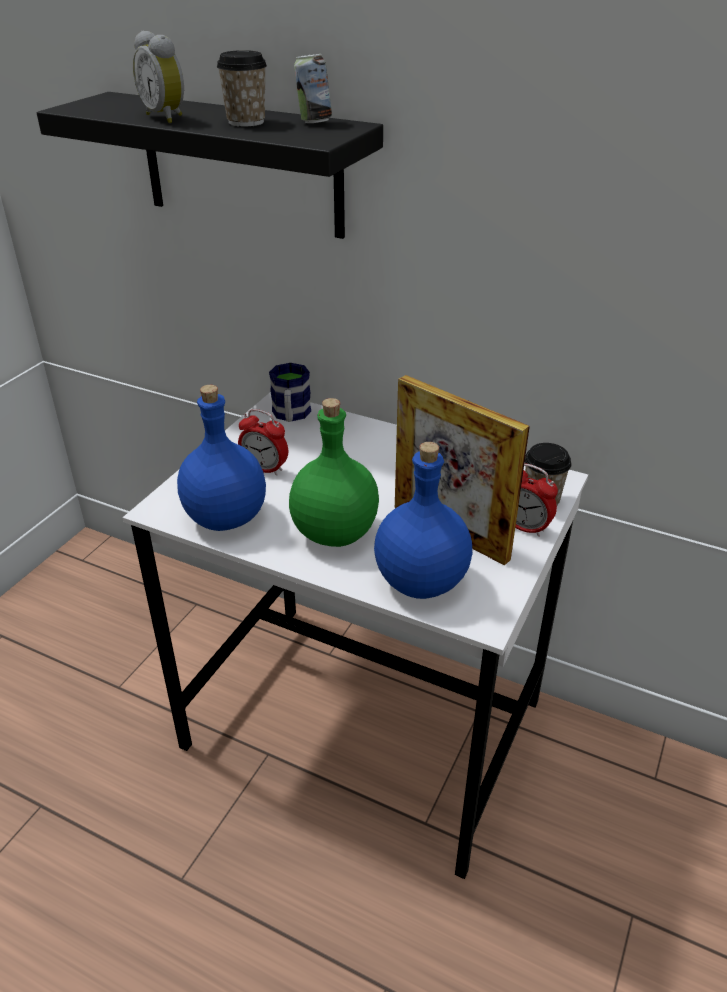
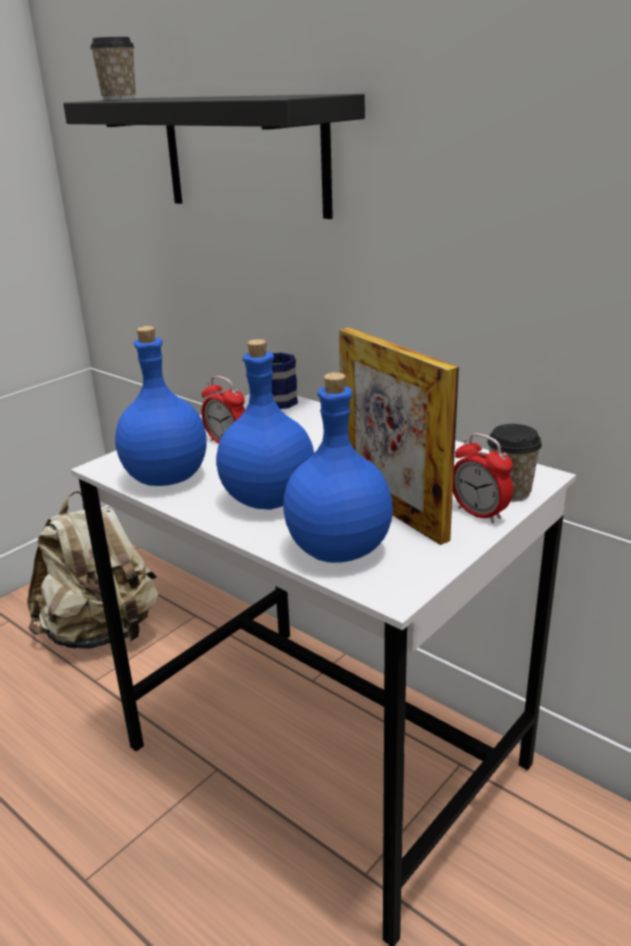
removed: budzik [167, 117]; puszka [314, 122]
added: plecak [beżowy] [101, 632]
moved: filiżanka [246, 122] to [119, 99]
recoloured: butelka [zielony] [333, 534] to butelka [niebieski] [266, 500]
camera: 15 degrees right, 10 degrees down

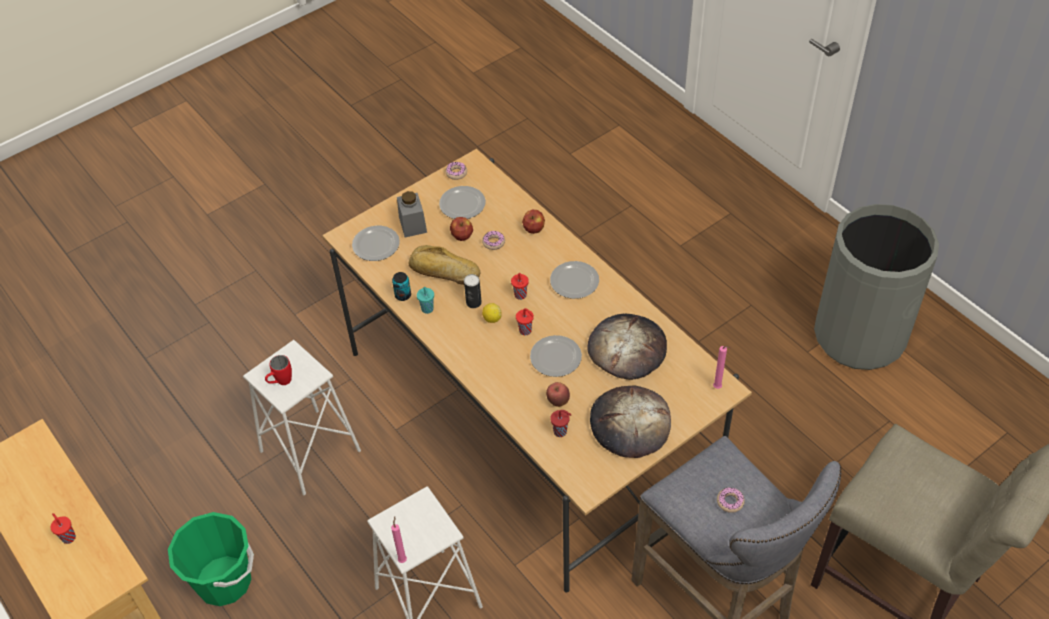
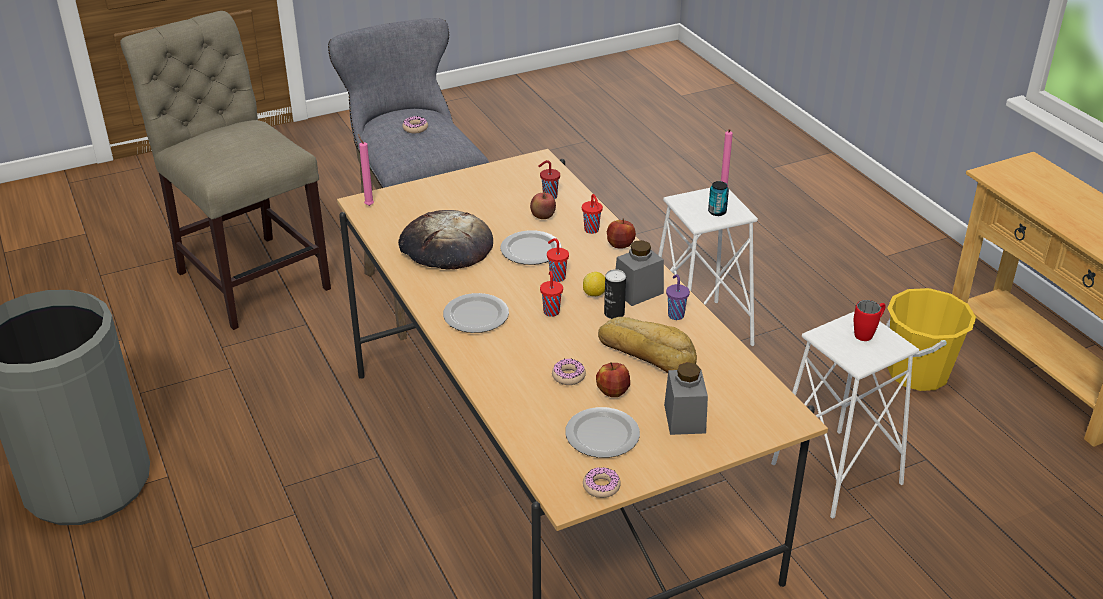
removed: talerz [375, 245]; chleb [630, 424]
added: słoik [szary] [638, 292]
moved: filiżanka [czerwony] [68, 537] to [592, 230]; jabłko [534, 228] to [620, 245]; puszka [403, 295] to [717, 212]
recoloured: filiżanka [turkusowy] [427, 309] to filiżanka [fioletowy] [675, 315]; wiadro [zielony] [224, 581] to wiadro [żółty] [917, 373]
camera: 170 degrees left, 15 degrees down

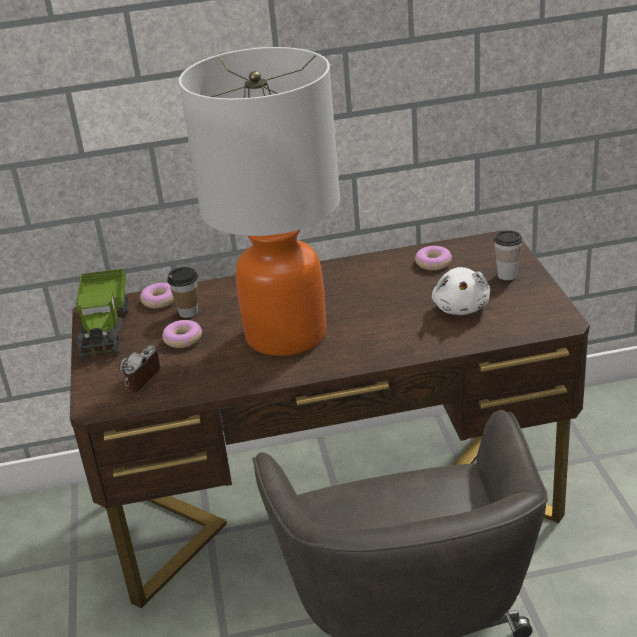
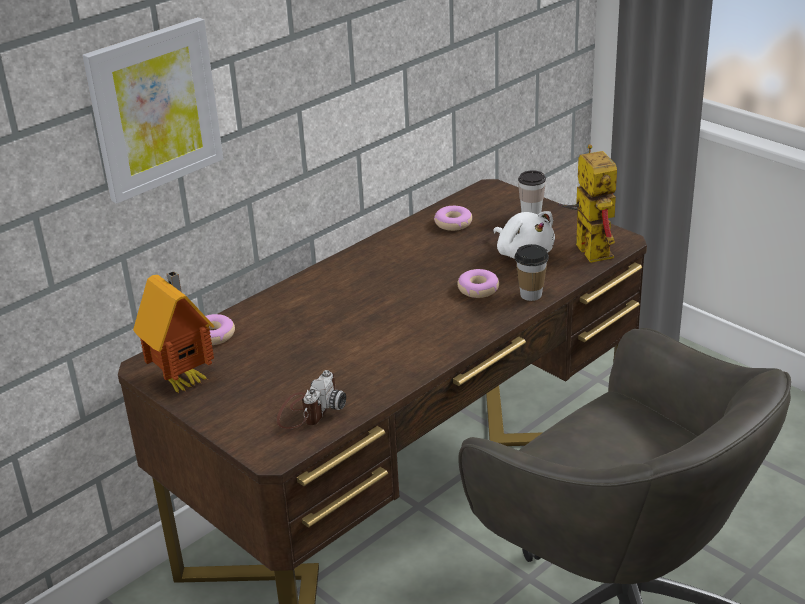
removed: lampa stołowa [285, 334]
added: obraz [154, 108]; robot zabawkowy [586, 248]
moved: donut [183, 339] to [478, 289]; filiżanka [188, 312] to [531, 295]
replaced: ciężarówka zabawkowa [106, 328] to domek [185, 380]
turned: aparat fotograficzny [154, 382] = [308, 410] 150 degrees counterclockwise
camera: 35 degrees left, 0 degrees up

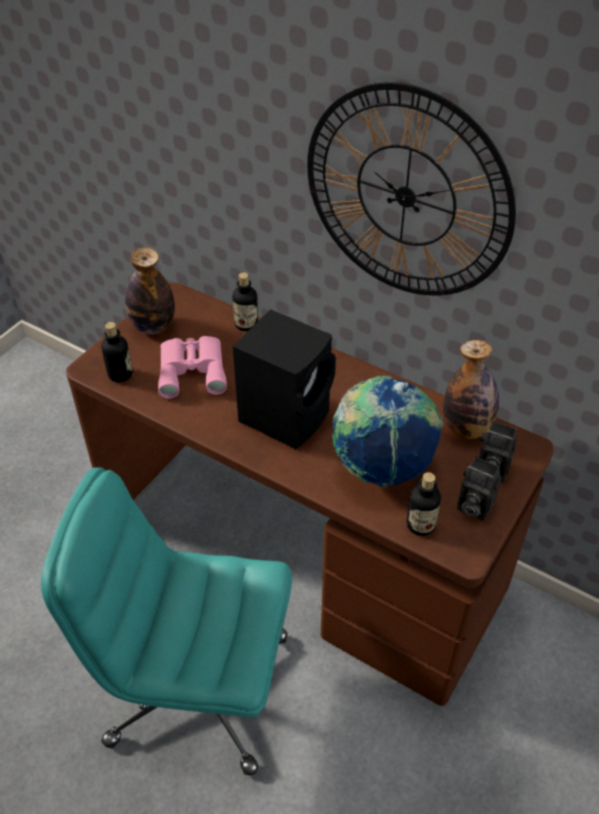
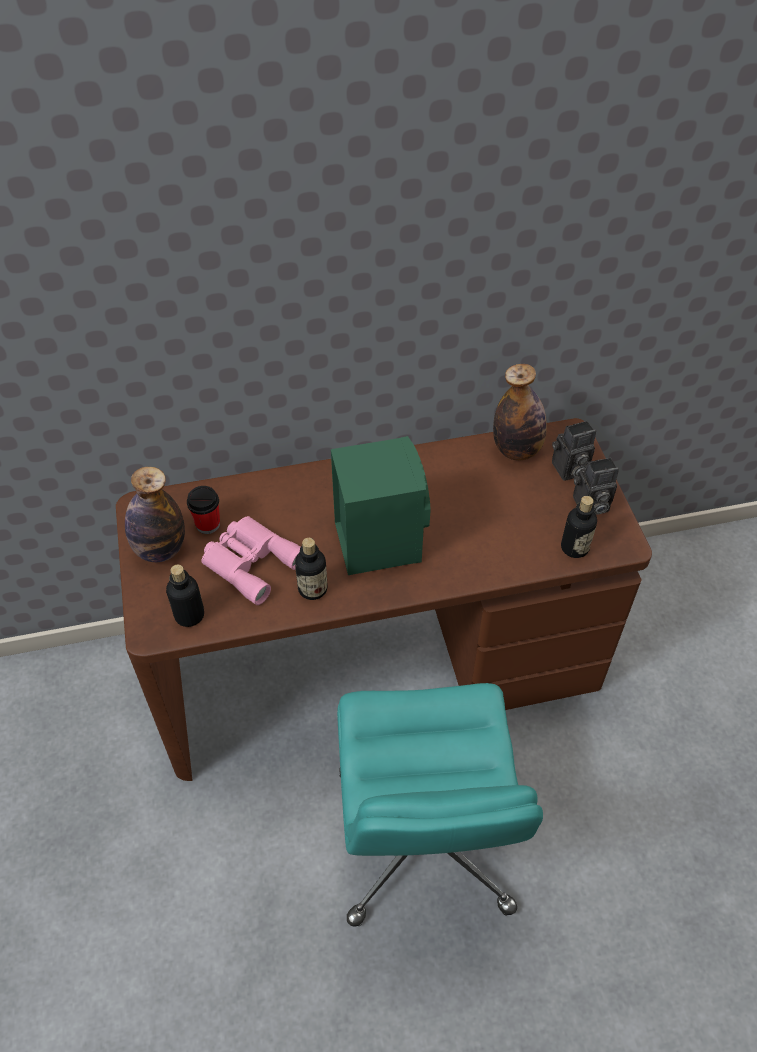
removed: zegar ścienny [406, 196]; globus [382, 467]
added: filiżanka [208, 524]
moved: butelka [246, 324] to [312, 589]
recoloured: głośnik [czarny] [287, 415] to głośnik [zielony] [378, 539]
turned: krzesło biurowe [turkusowy] [196, 688] = [424, 842] 60 degrees counterclockwise
camera: 45 degrees left, 5 degrees up

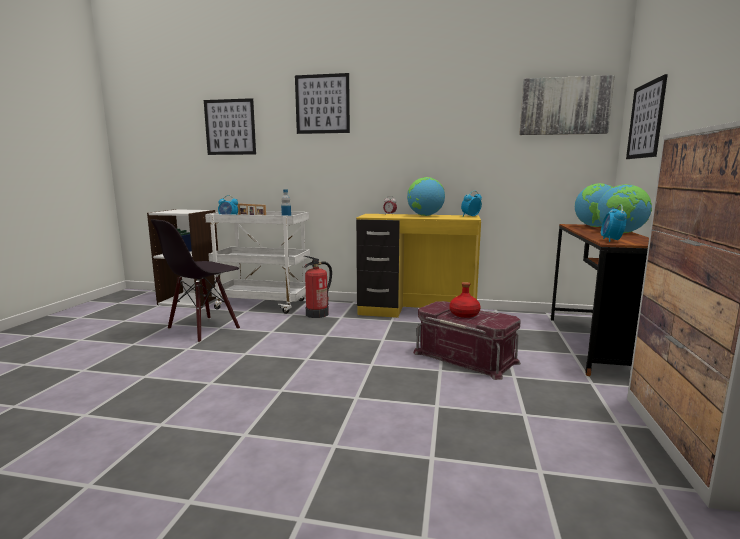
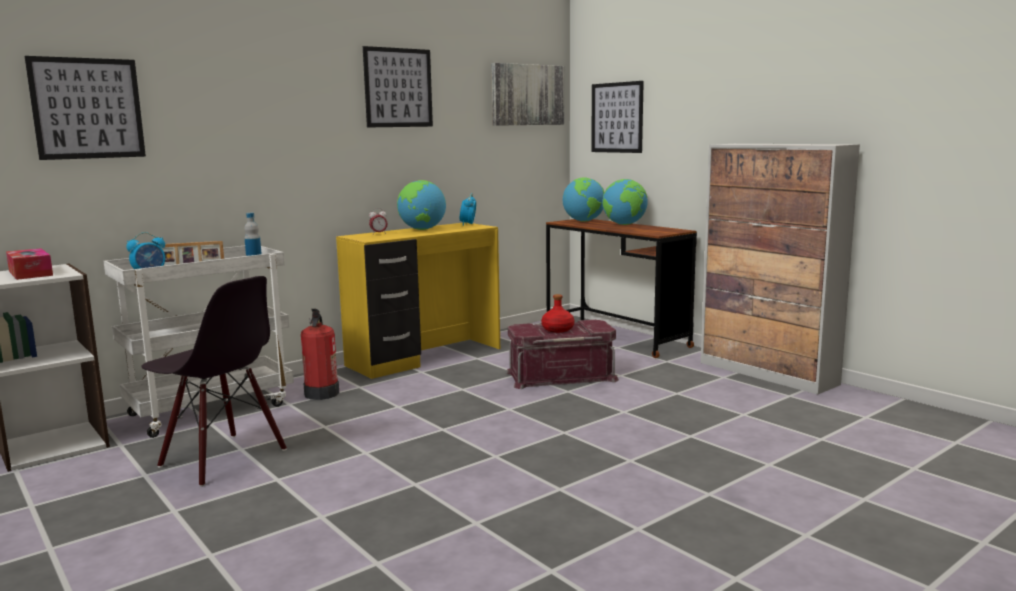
removed: budzik [611, 240]
added: pudełko chusteczek [30, 273]
moved: obraz [322, 104] to [398, 88]
turned: krzesło [czarny] [203, 329] = [222, 459] 45 degrees counterclockwise
camera: 50 degrees left, 0 degrees up

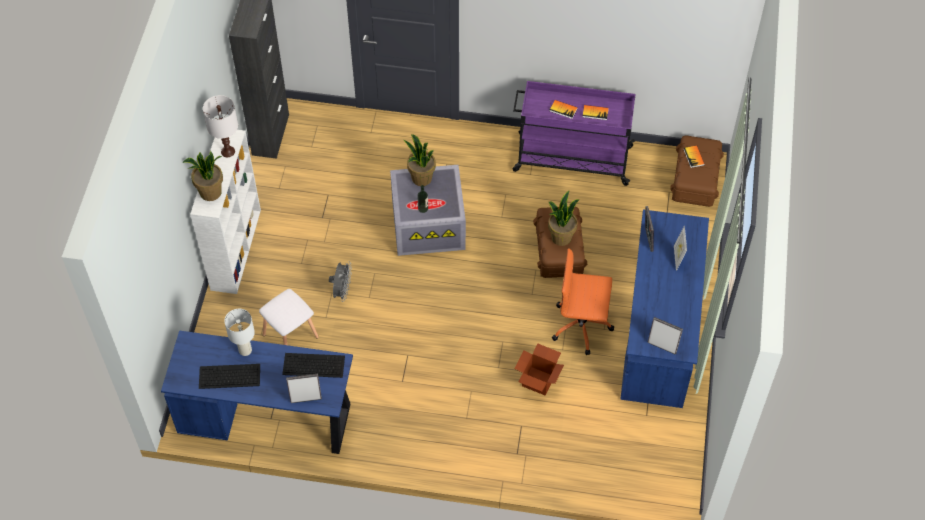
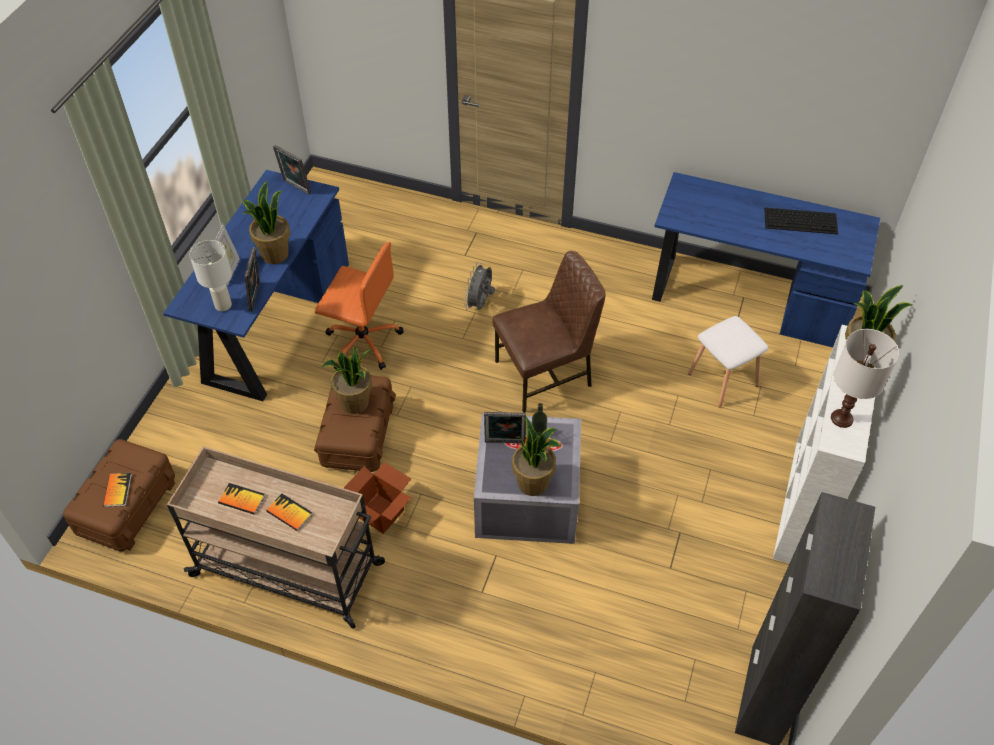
removed: klawiatura [313, 365]
added: roślina doniczkowa [274, 254]; krzesło [brązowy] [545, 374]
moved: lampa stołowa [biały] [245, 350] to [222, 305]; karton [538, 381] to [380, 513]; wentylator [szary] [342, 291] to [480, 304]; ramka na zdjęcie [306, 398] to [504, 443]
recoloured: wózek [fioletowy] [571, 159] to wózek [beżowy] [290, 570]
camera: 170 degrees left, 5 degrees down

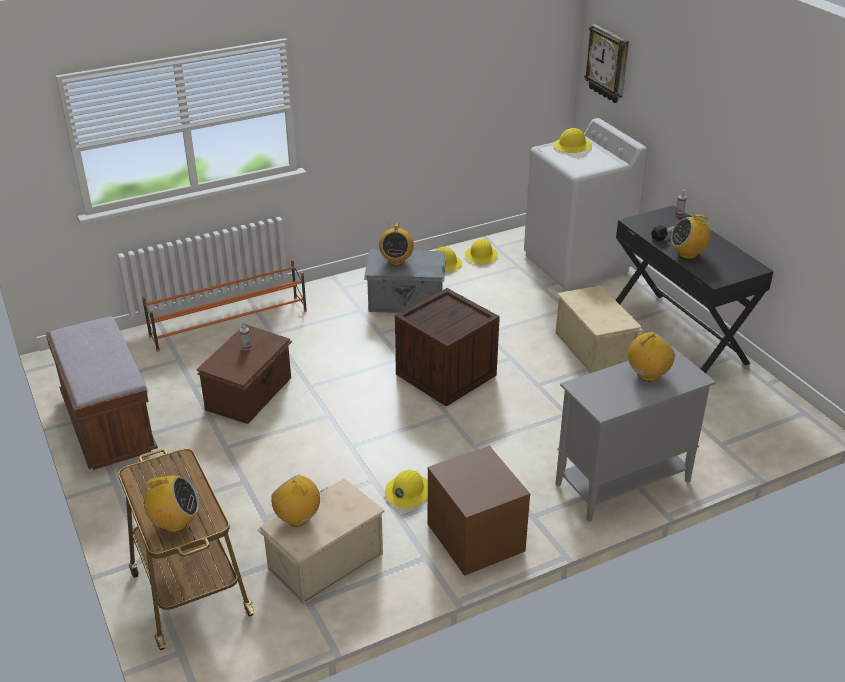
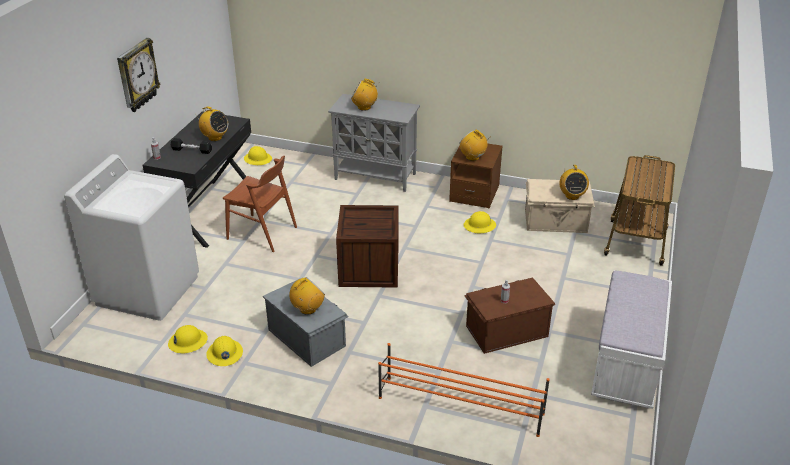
moved: zegar ścienny [608, 64] to [137, 75]; kask [żółty] [572, 146] to [258, 159]; radio [175, 523] to [473, 157]
replaced: pojemnik do przechowywania [beżowy] [594, 348] to krzesło [brązowy] [262, 233]
recoloured: ławka [brązowy] [108, 425] to ławka [biały] [626, 365]
camera: 135 degrees left, 0 degrees up

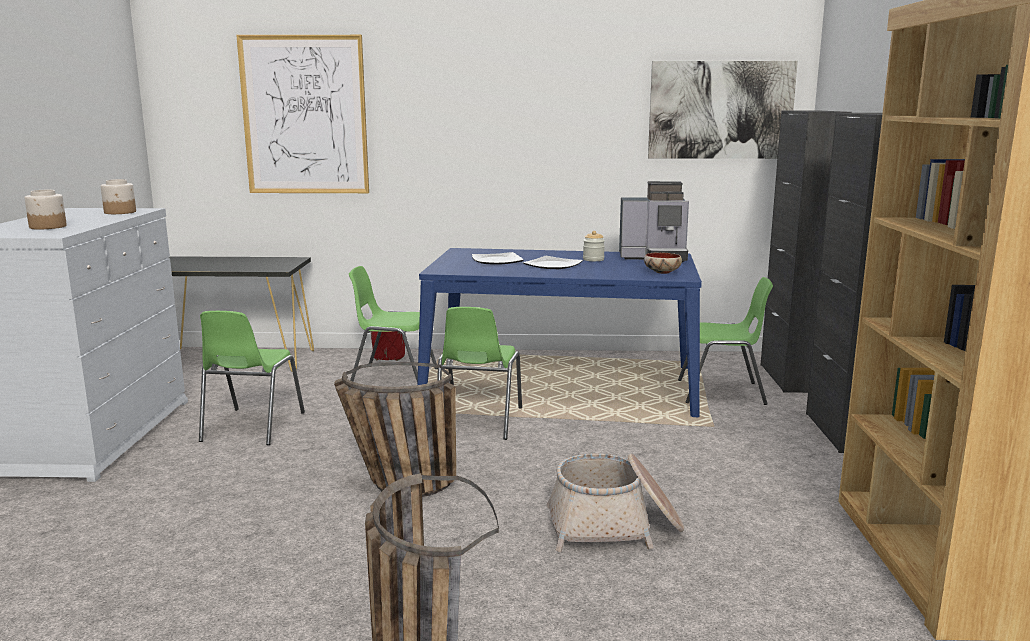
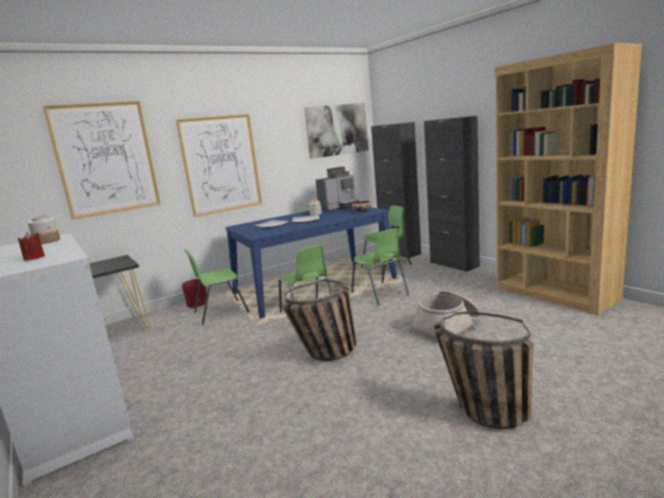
added: obraz [221, 164]
moved: krzesło [zielony] [251, 427] to [380, 294]
replaced: słoik [48, 227] to świeca [czerwony] [34, 258]
camera: 35 degrees left, 0 degrees up

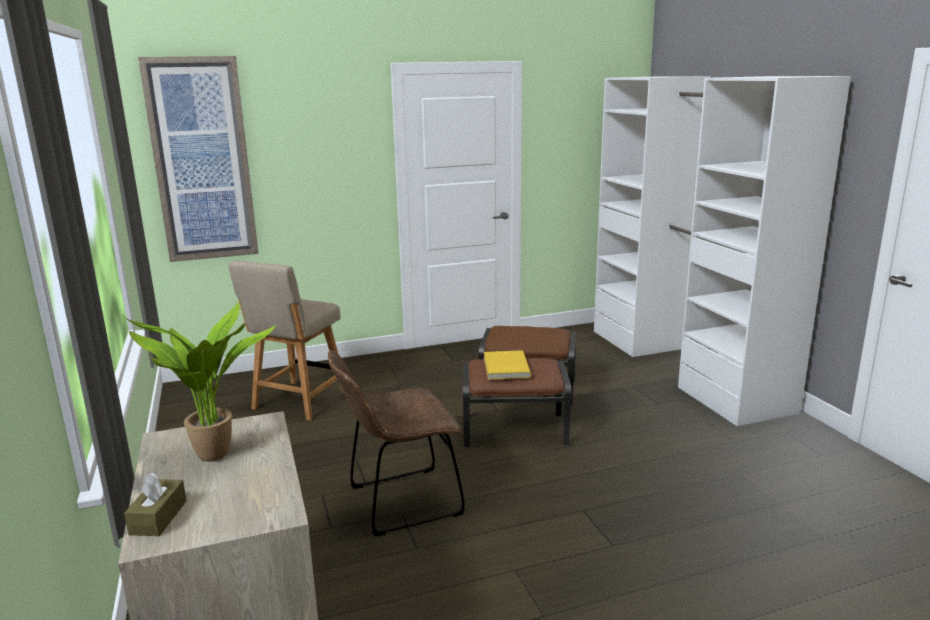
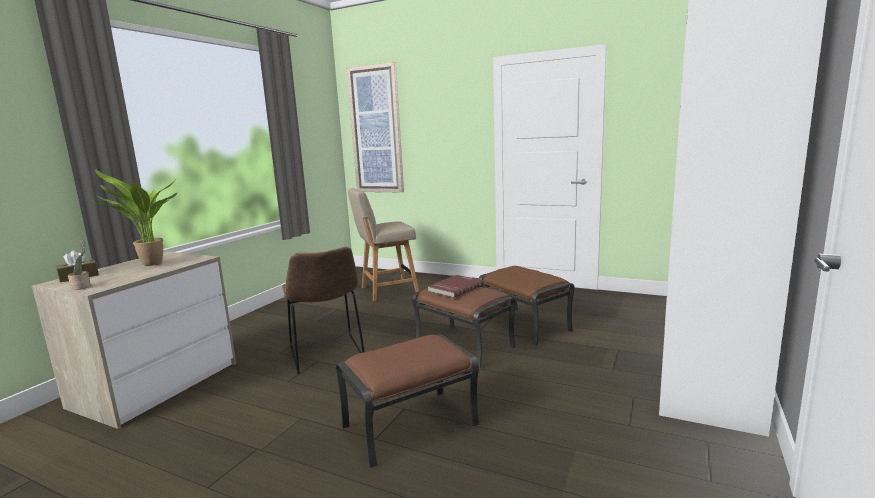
added: roślina doniczkowa [82, 287]; pufa [brązowy] [410, 427]
recoloured: książka [żółty] [505, 367] to książka [czerwony] [455, 288]
turned: krzesło [brązowy] [399, 502] = [327, 356] 135 degrees counterclockwise
camera: 45 degrees right, 5 degrees down

